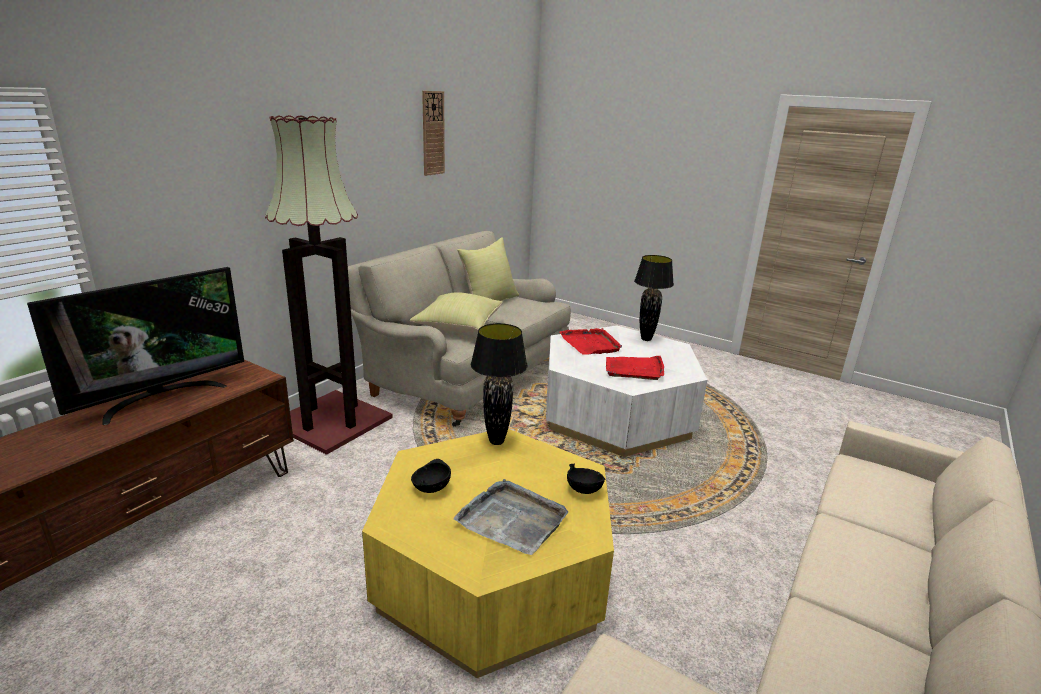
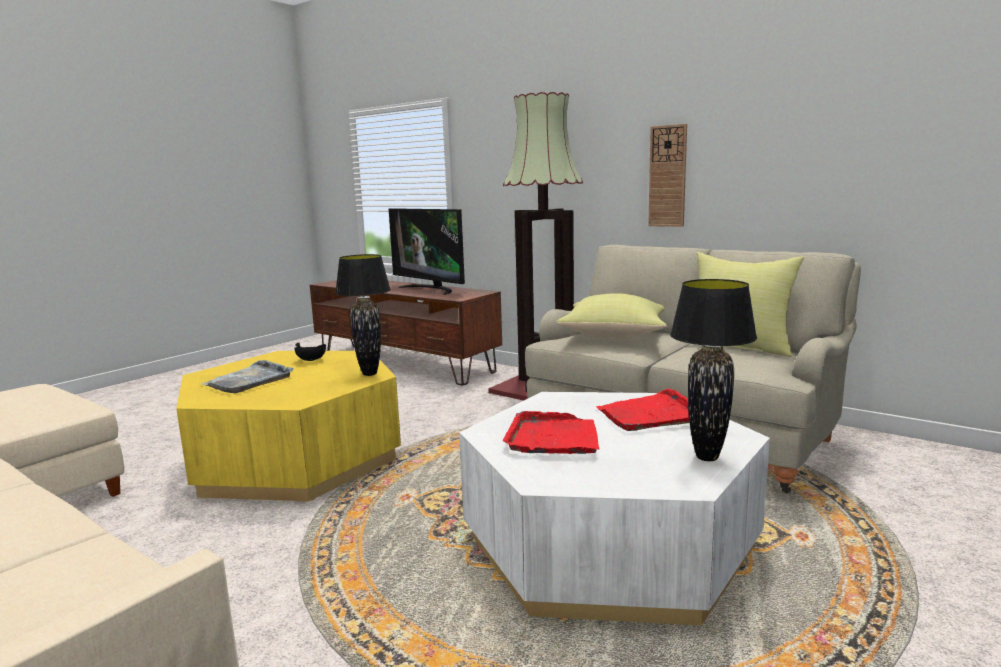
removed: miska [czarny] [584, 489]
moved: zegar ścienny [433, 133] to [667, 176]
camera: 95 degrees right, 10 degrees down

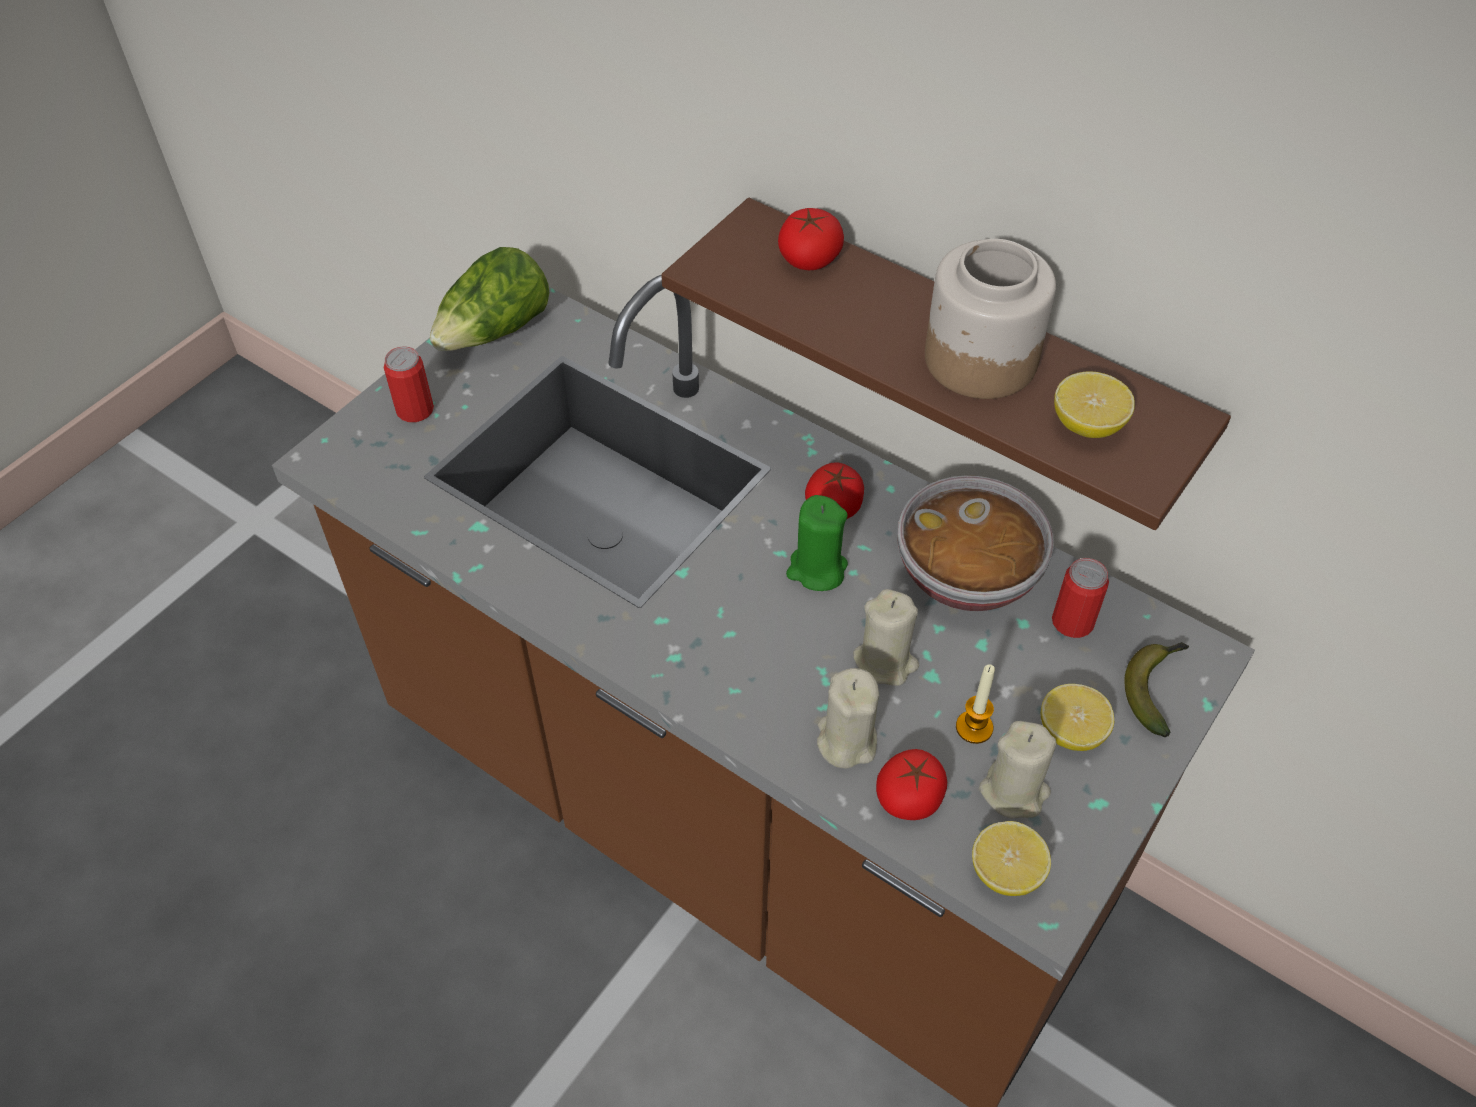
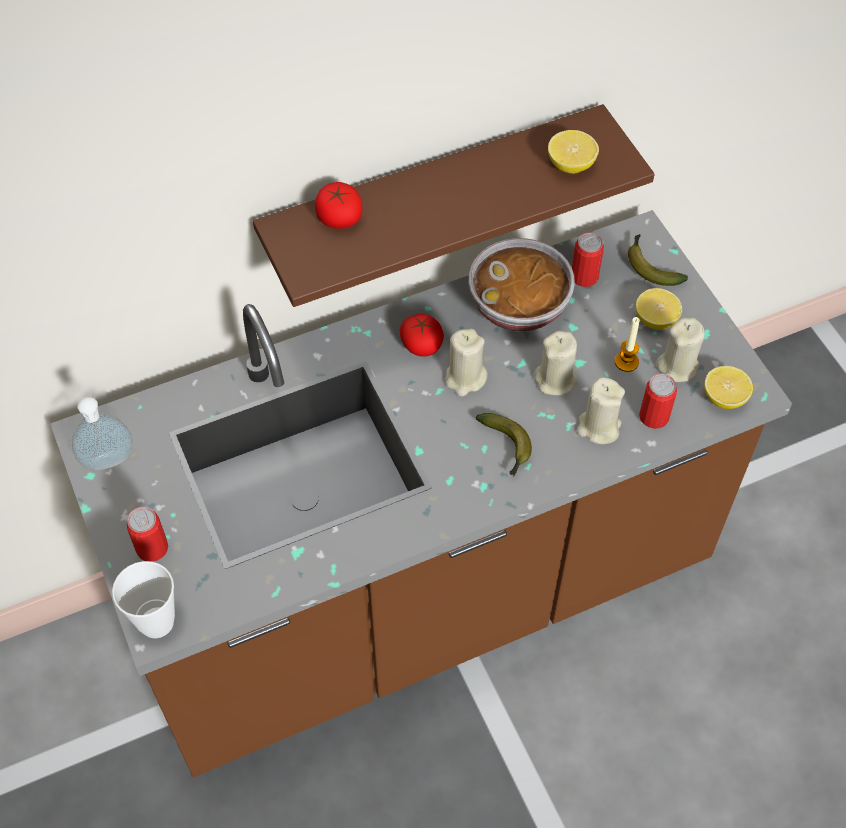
removed: słoik [979, 358]
added: filiżanka [156, 622]; banan [506, 447]
replaced: sałata [495, 331] to dozownik mydła [109, 463]; pomidor [909, 797] to puszka [653, 416]
recoloured: świeca [zielony] [816, 569] to świeca [beżowy] [465, 378]
camera: 60 degrees left, 5 degrees up

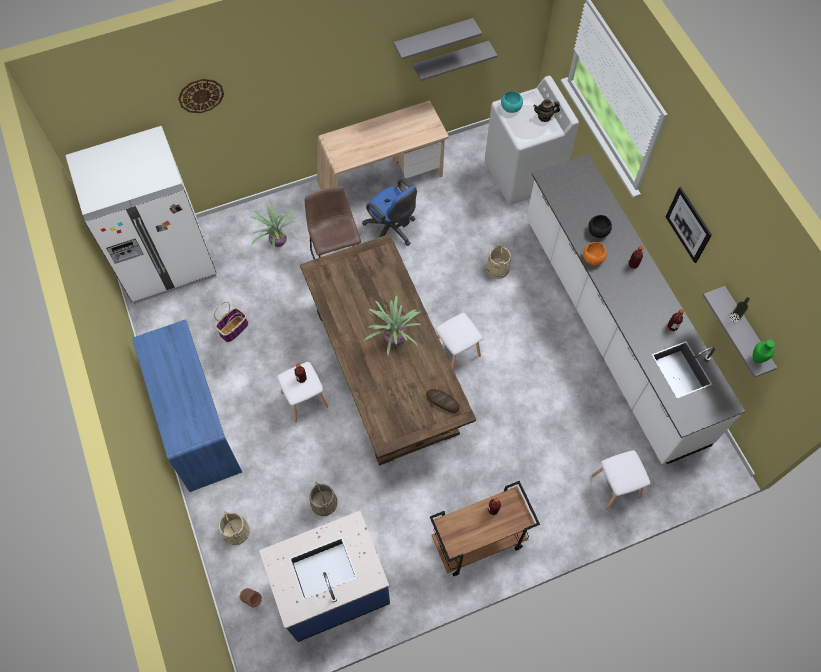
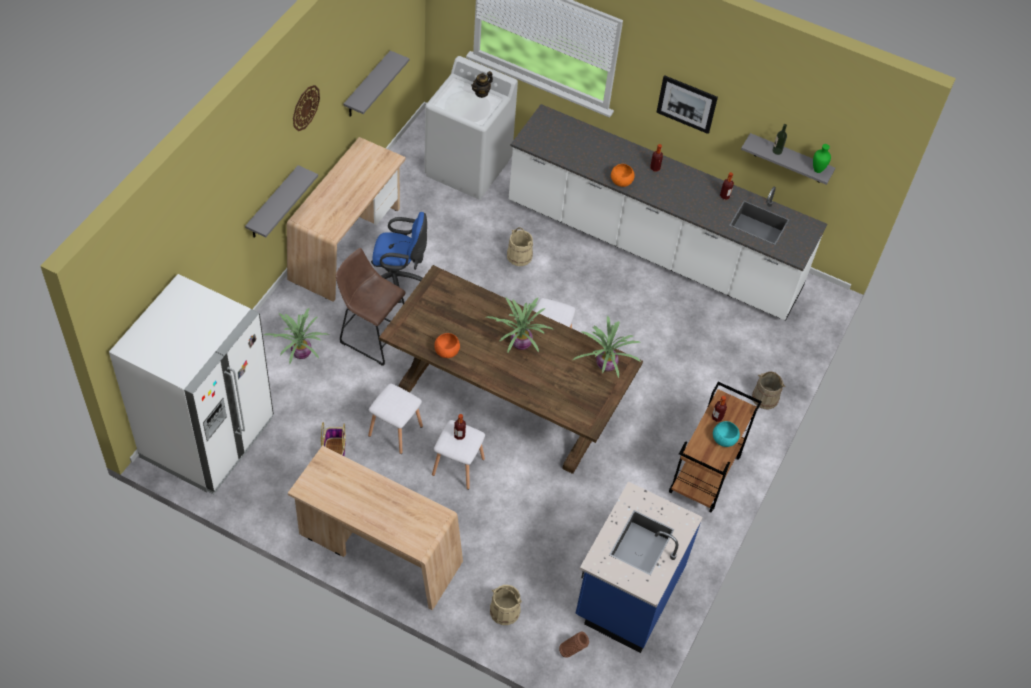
removed: miska [czarny] [598, 231]
added: miska [pomarańczowy] [446, 351]
moved: półka [szary] [433, 39] to [272, 204]; zegar ścienny [201, 95] to [305, 107]; stołek [biały] [615, 485] to [394, 431]; miska [turkusowy] [511, 107] to [724, 439]; wiadro [beżowy] [323, 503] to [765, 398]
replaced: chleb [442, 401] to roślina doniczkowa [605, 365]
recoloured: biurko [niebieski] [196, 420] to biurko [beżowy] [378, 550]
camera: 45 degrees left, 10 degrees down

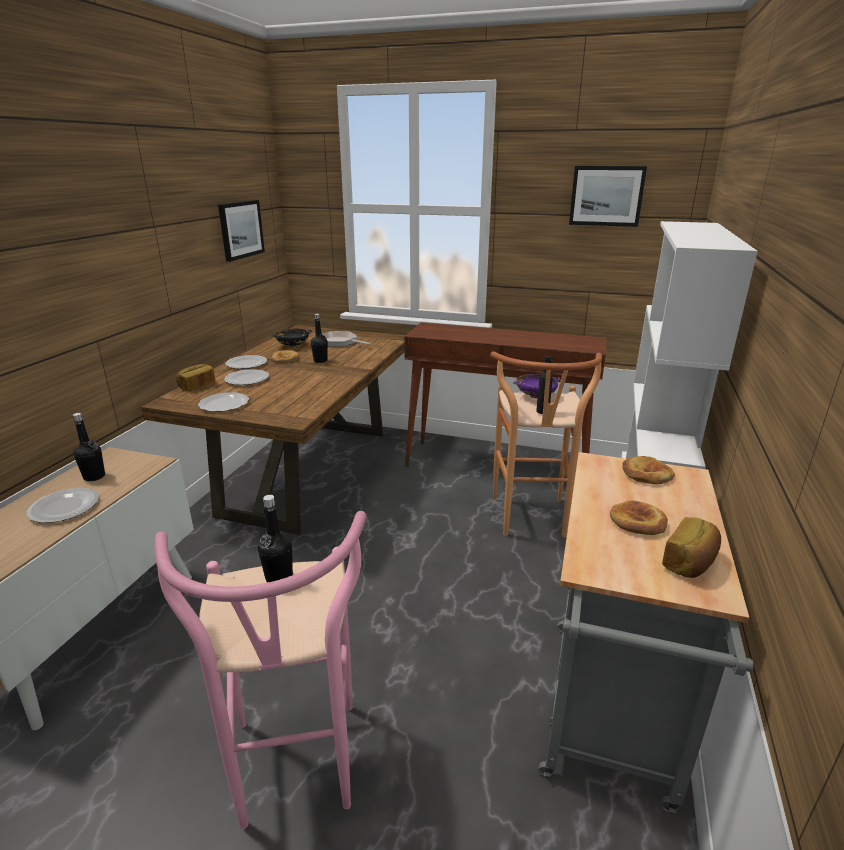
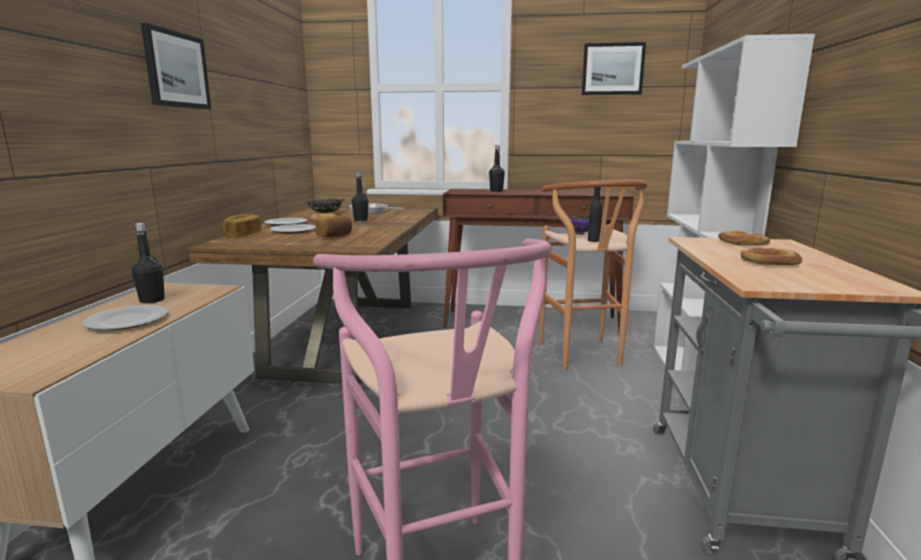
removed: talerz [223, 404]
moved: obraz [241, 229] to [176, 70]; chleb [690, 562] to [335, 236]; butelka [czarny] [279, 577] to [496, 191]
camera: 10 degrees left, 10 degrees down

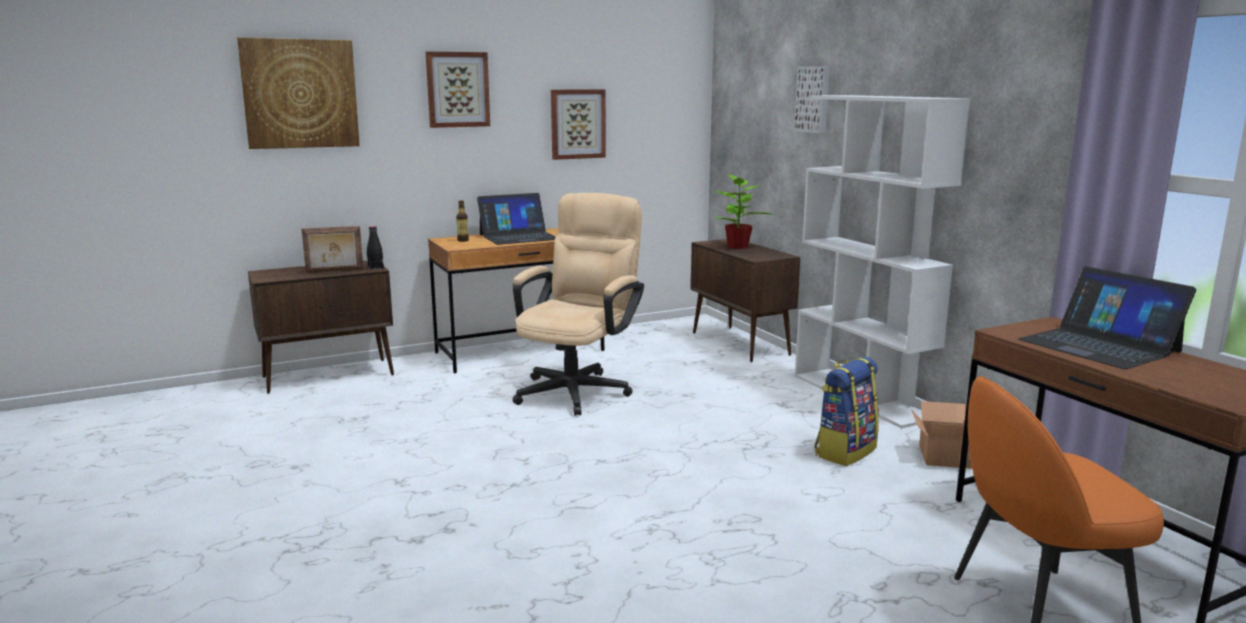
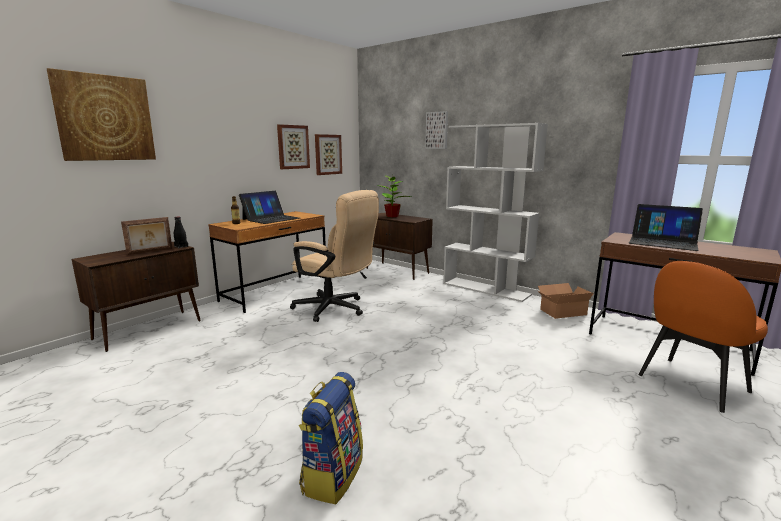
moved: plecak [845, 451] to [332, 474]; obraz [457, 89] to [327, 154]
turned: krzesło biurowe [beżowy] [578, 389] = [335, 309] 120 degrees clockwise
camera: 25 degrees left, 0 degrees up

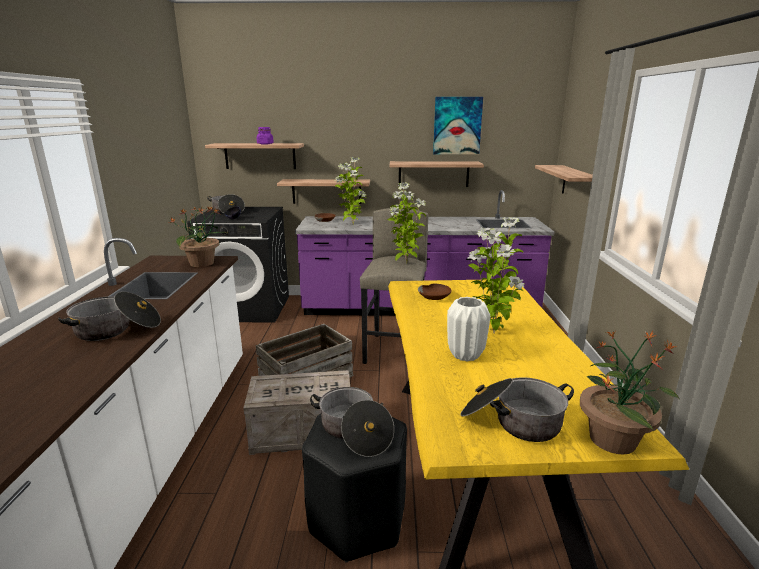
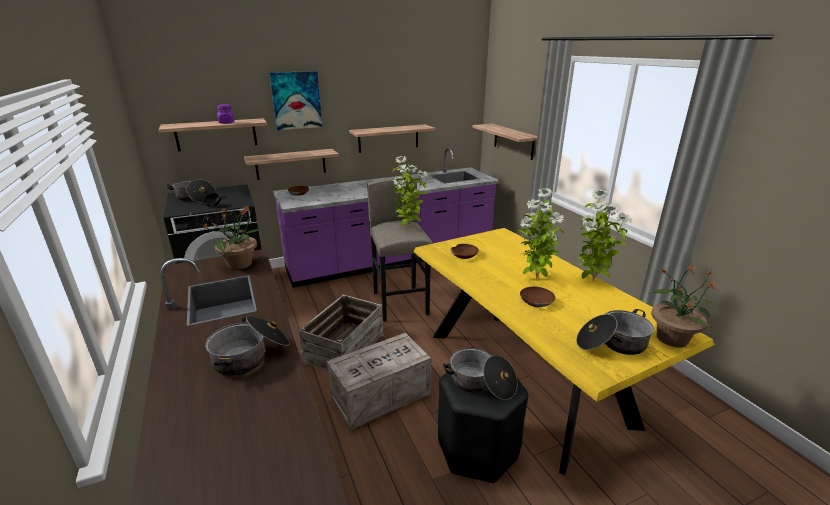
moved: obraz [457, 126] to [296, 100]; roślina doniczkowa [352, 224] to [591, 281]
replaced: wazon [biały] [465, 355] to miska [brązowy] [536, 301]
camera: 25 degrees left, 5 degrees up

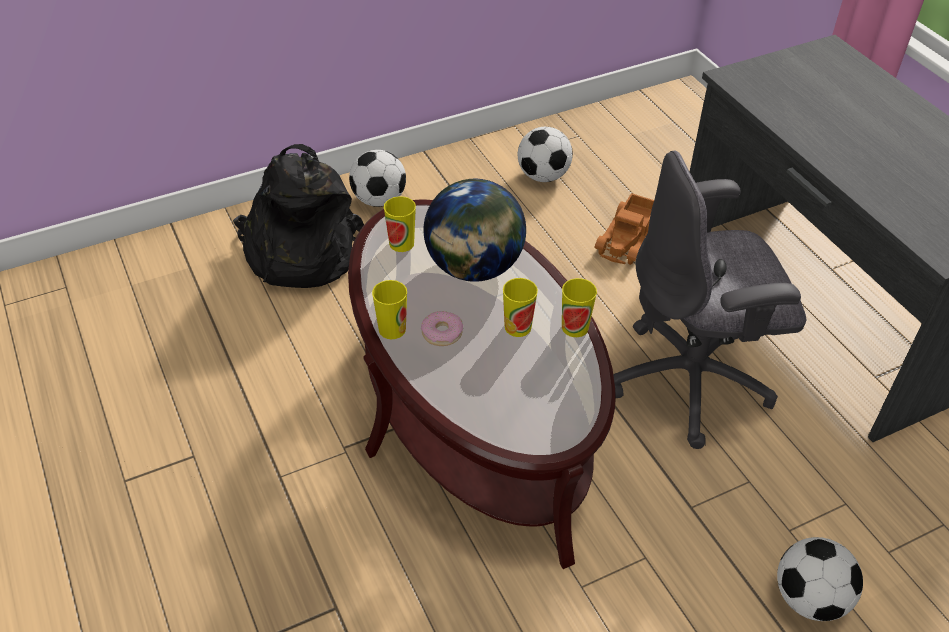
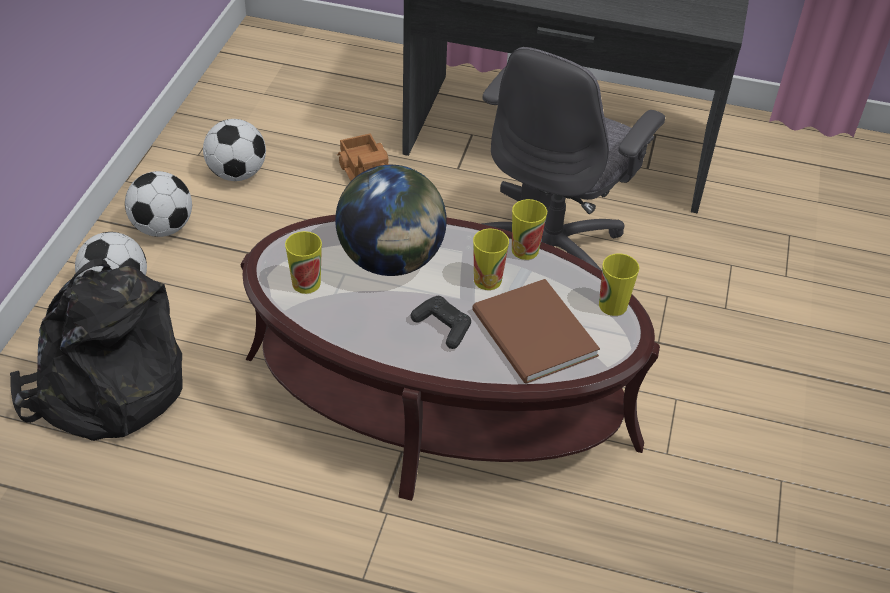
added: książka [brązowy] [533, 336]
moved: piłka futbolowa [809, 599] to [163, 228]; filiżanka [392, 329] to [613, 305]
replaced: donut [442, 333] to pad do gier [czarny] [442, 327]
camera: 50 degrees left, 0 degrees up

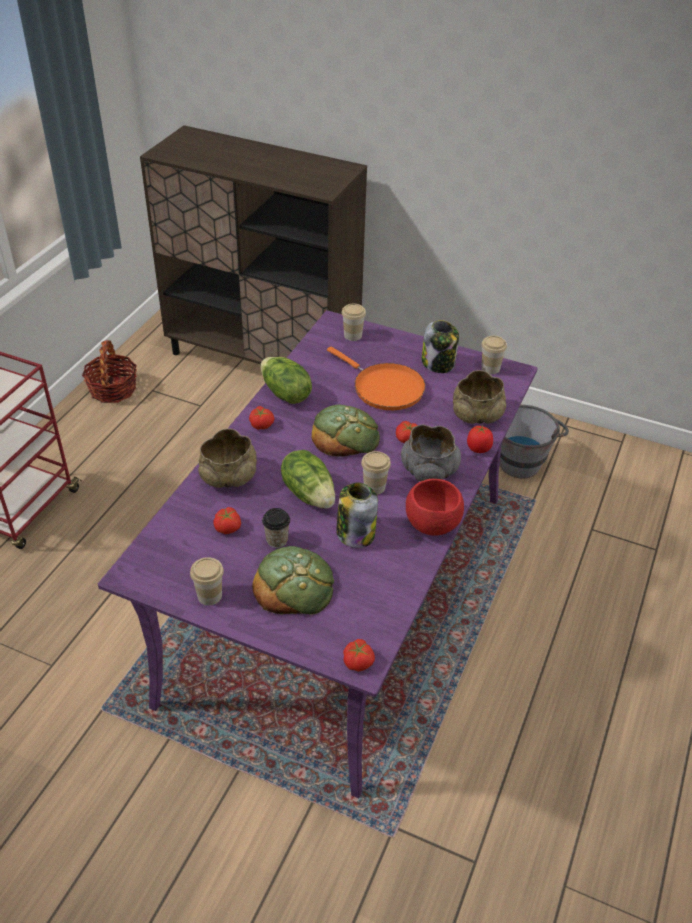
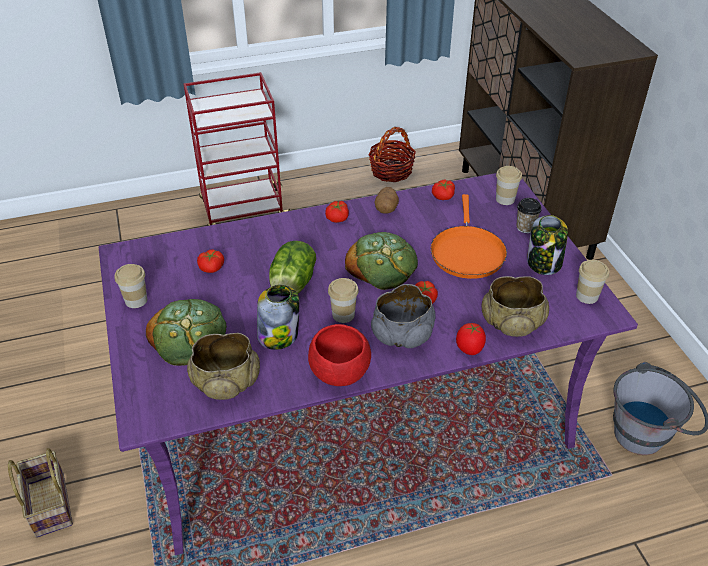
added: koszyk [48, 503]
moved: miska [beżowy] [228, 476] to [226, 382]; pomidor [358, 661] to [443, 196]; filiżanka [277, 540] to [525, 227]
replaced: sałata [285, 394] to ziemniak [386, 208]
camera: 50 degrees right, 0 degrees up

